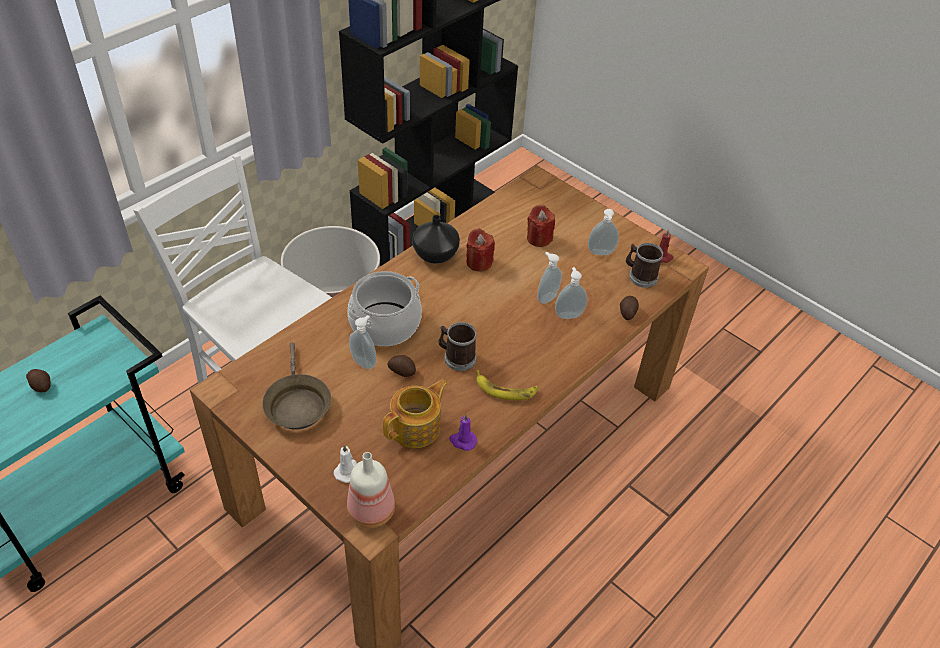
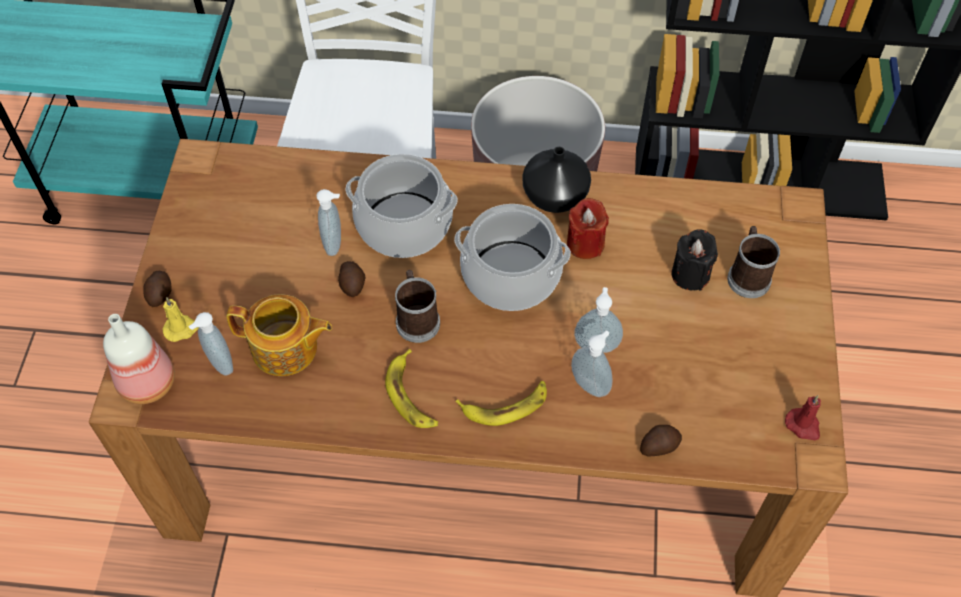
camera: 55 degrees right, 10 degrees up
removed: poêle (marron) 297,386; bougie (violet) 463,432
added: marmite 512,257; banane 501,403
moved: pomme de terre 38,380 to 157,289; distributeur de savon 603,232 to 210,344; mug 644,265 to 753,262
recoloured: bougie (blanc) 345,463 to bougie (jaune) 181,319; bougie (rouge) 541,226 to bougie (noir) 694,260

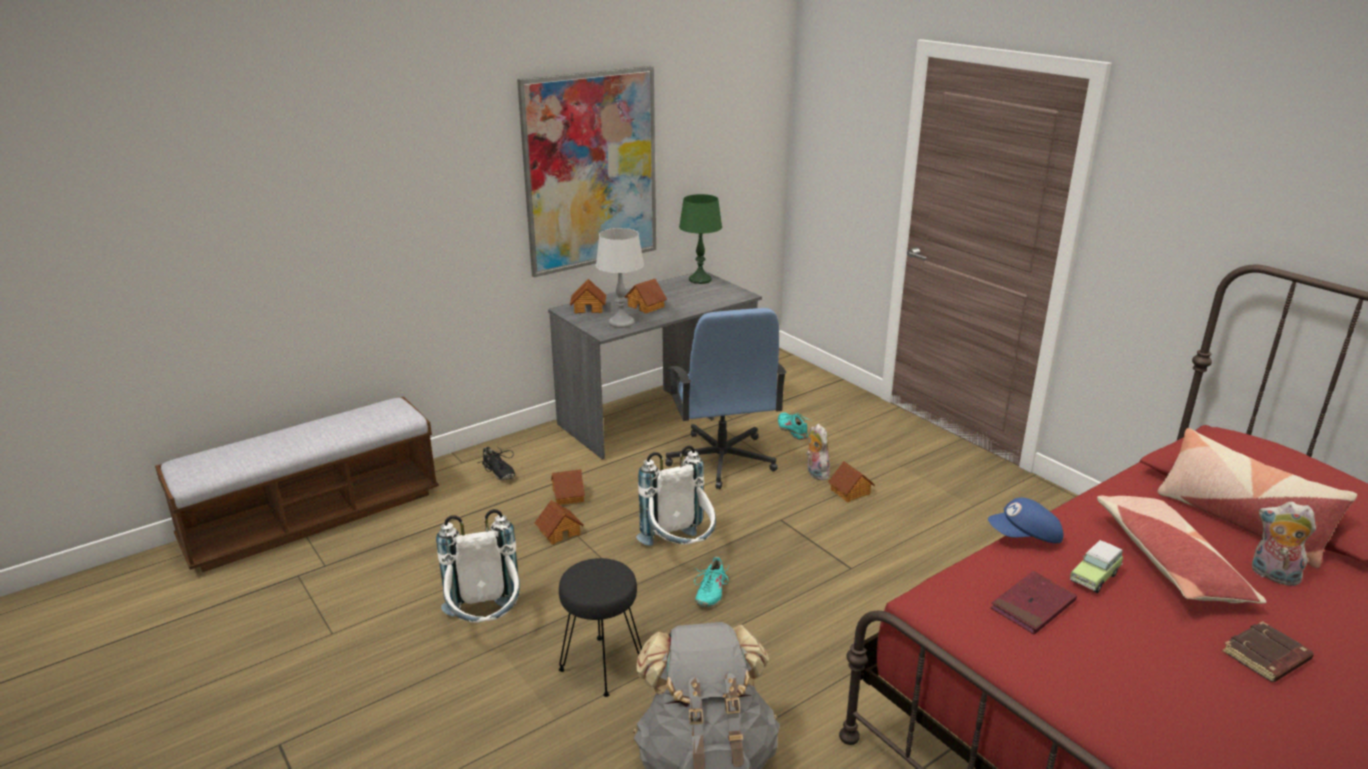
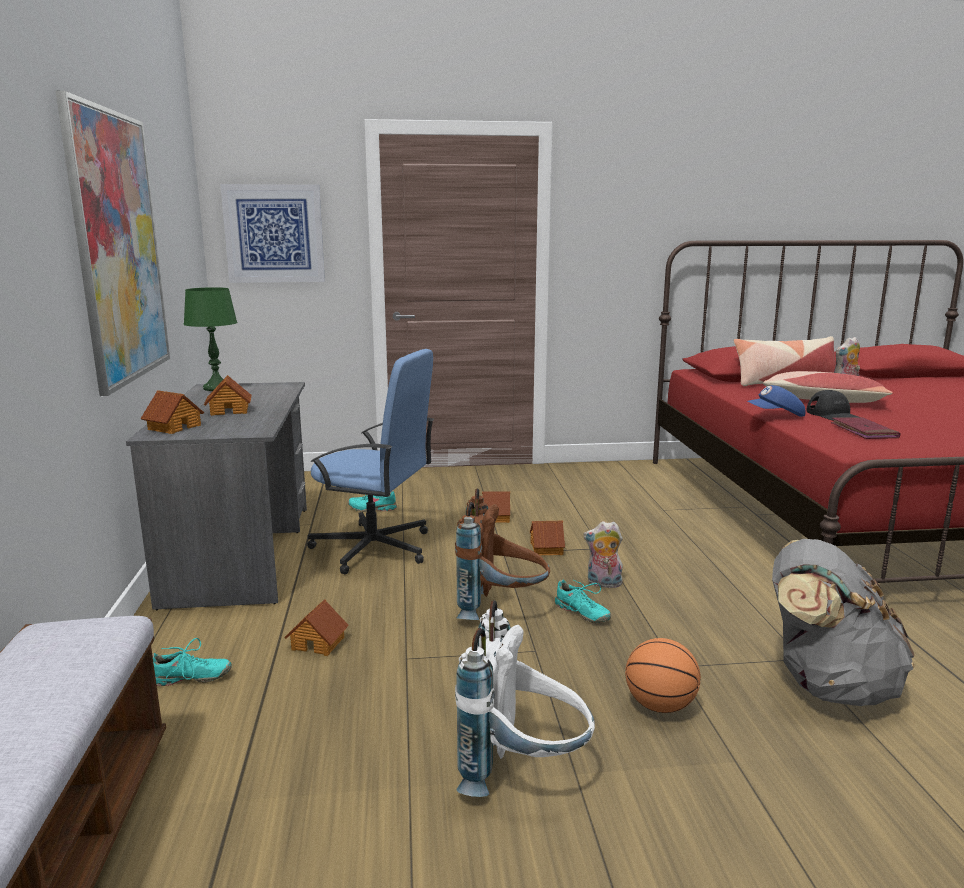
camera: 60 degrees left, 10 degrees down
removed: lampe de table (gris) 620,278; livre (marron) 1268,651
added: tableau 272,233
moved: maison miniature 559,522 to 547,538; peluche 818,452 to 603,554
replaced: tabouret (noir) 600,627 to ballon de basket 663,675; petite voiture 1096,566 to casquette (noir) 833,405
recoloured: chaussure (noir) 496,463 to chaussure (turquoise) 192,662; sac à dos (blanc) 676,495 to sac à dos (marron) 502,554
turned: casquette (bleu) 1025,520 = 776,401 60 degrees clockwise

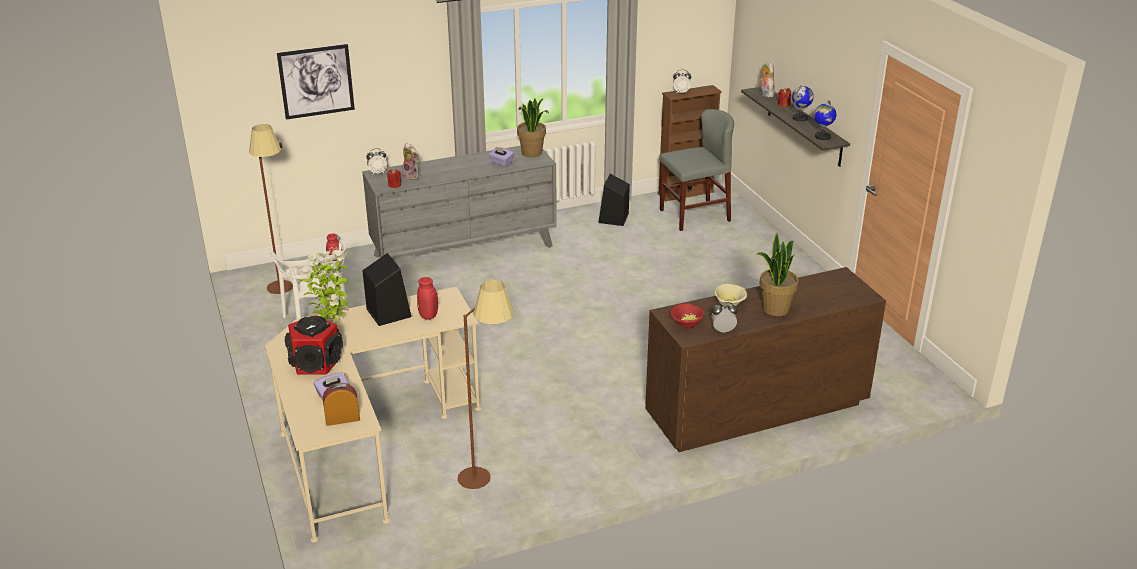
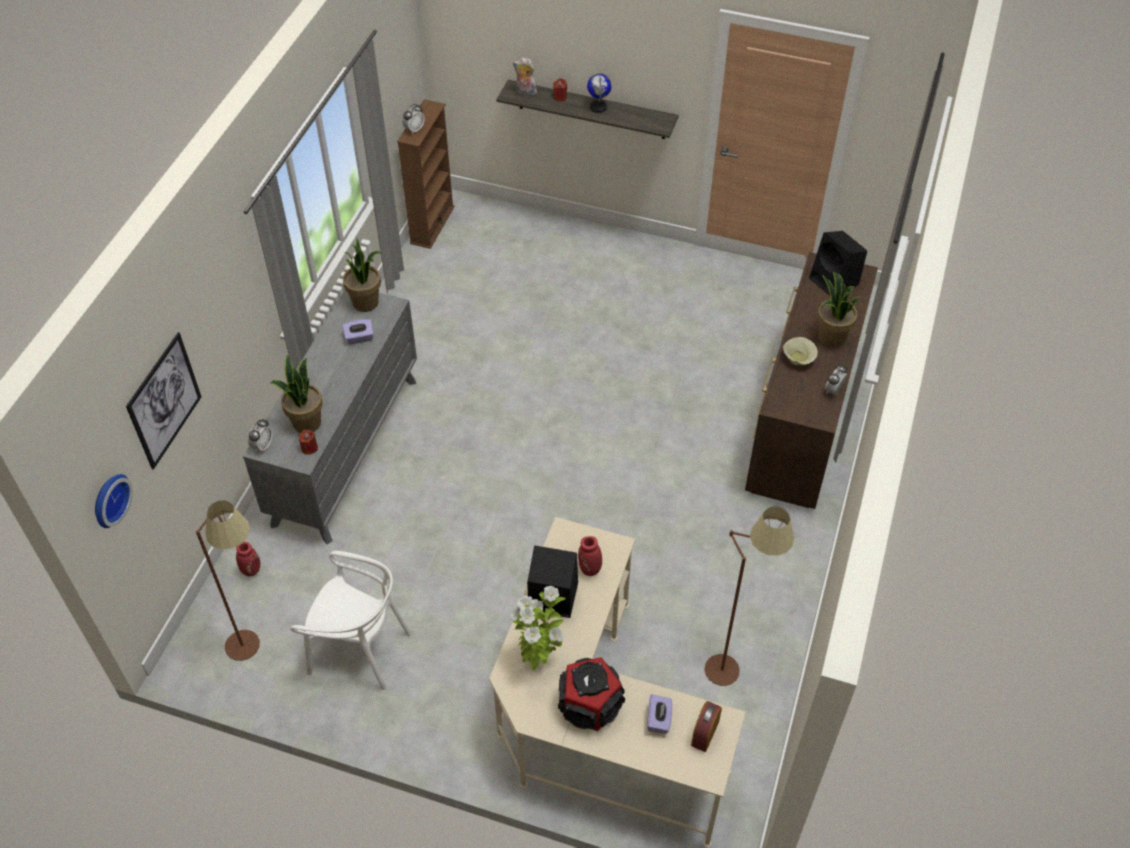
camera: 50 degrees left, 20 degrees up
removed: chaise (gris) 696,170; bol (rouge) 687,316; globe 825,120
added: horloge murale 114,501
moved: enceinte (noir) 614,200 to 838,263
replaced: peluche 410,162 to plante en pot 297,393

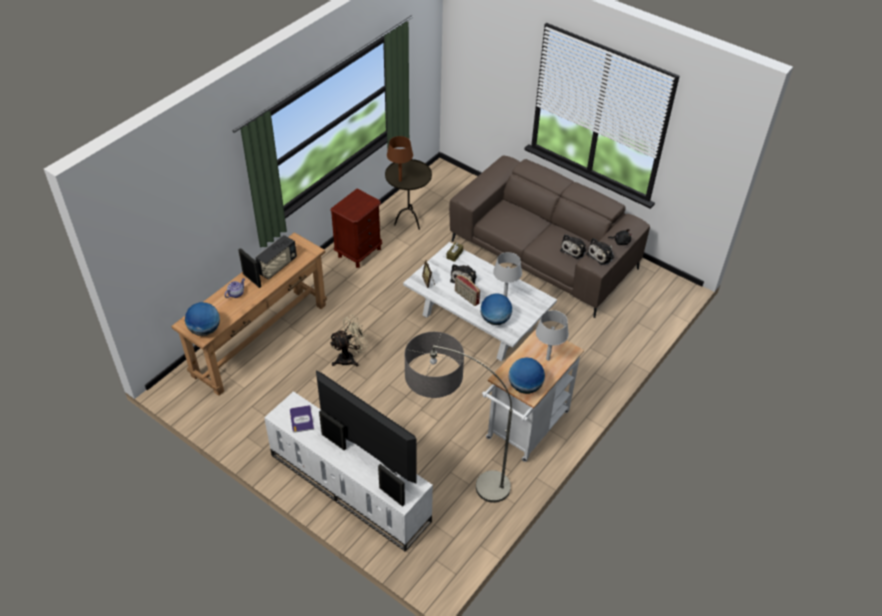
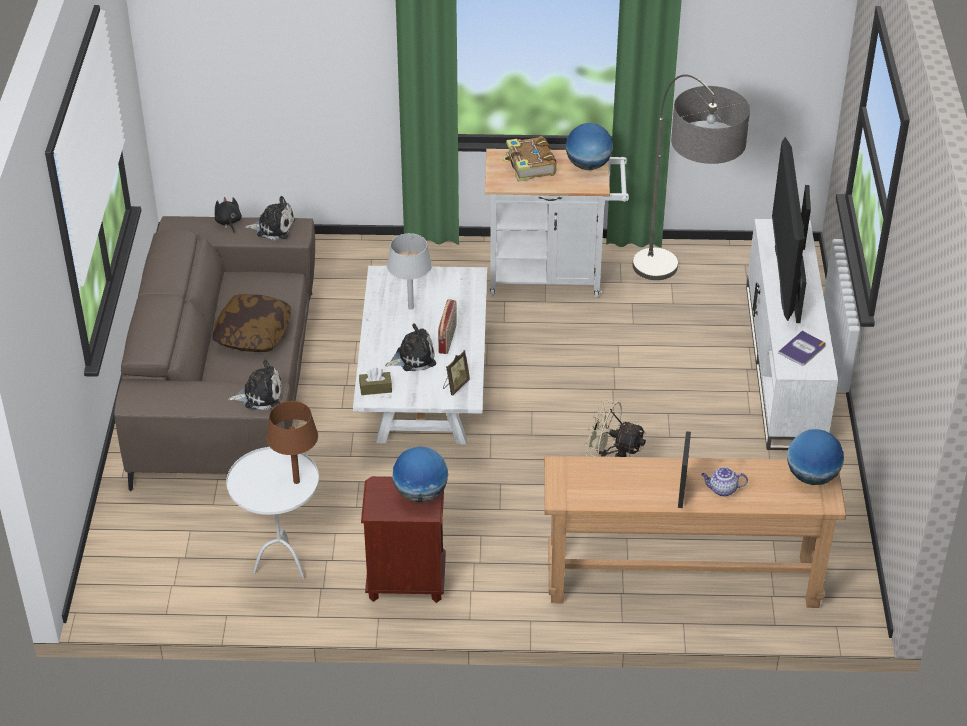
camera: 125 degrees left, 5 degrees down
removed: radio 276,257
added: coussin 251,323
moved: peluche 573,246 to 255,385; globe 496,309 to 420,474
replaced: lampe de table (gris) 552,335 to livre 530,159
recoloured: table d'appoint (marron) 408,194 to table d'appoint (blanc) 272,513

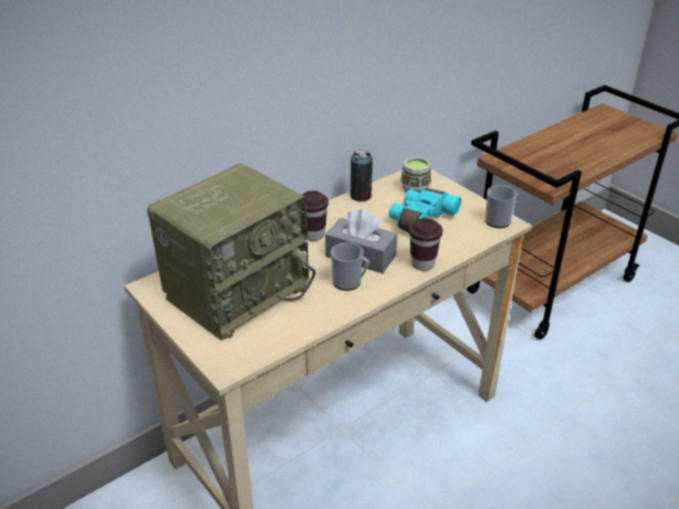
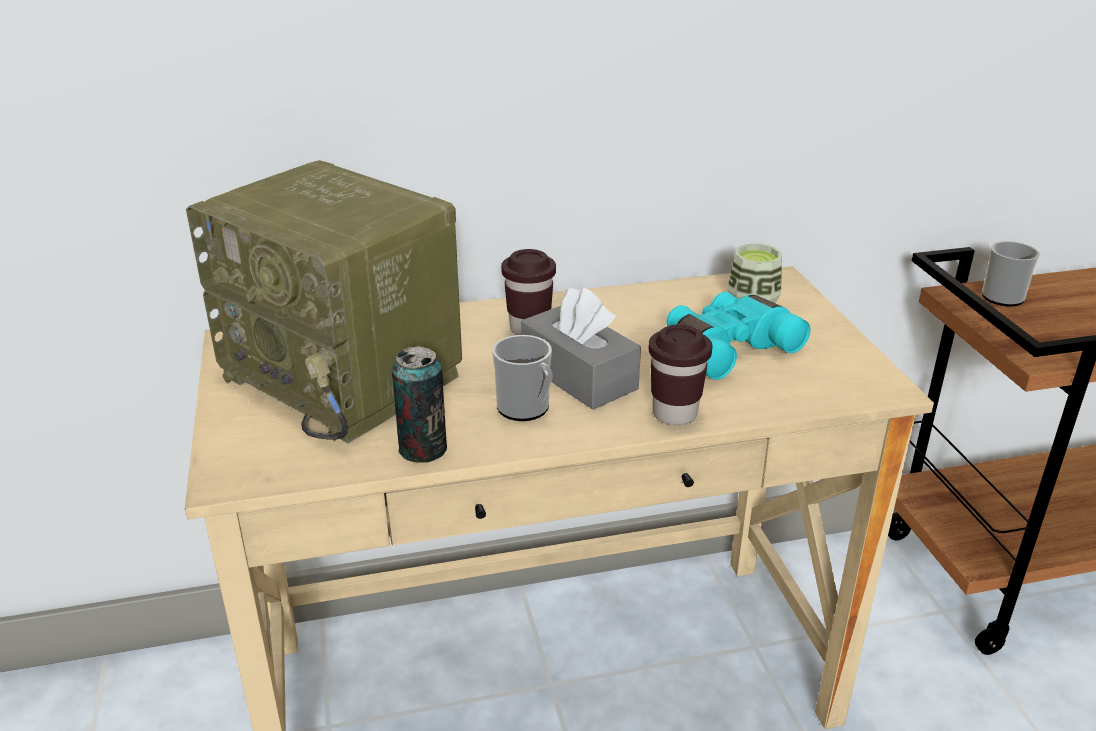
camera: 25 degrees right, 5 degrees down
moved: boîte métallique 361,176 to 419,404; mug 501,206 to 1011,274
turned: radio 231,252 = 324,302 60 degrees clockwise

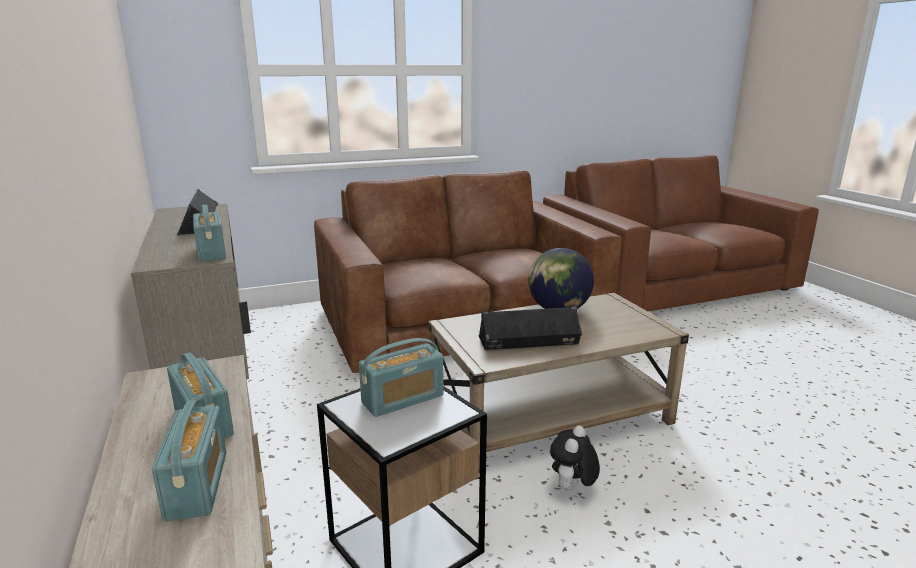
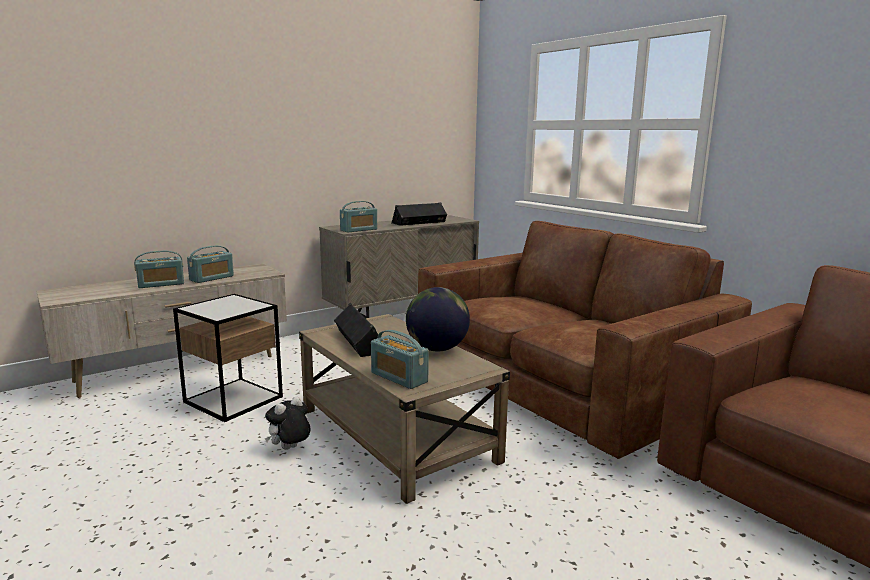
camera: 75 degrees right, 5 degrees down
moved: radio 401,377 to 400,359
turned: peluche 575,458 = 287,423 60 degrees counterclockwise

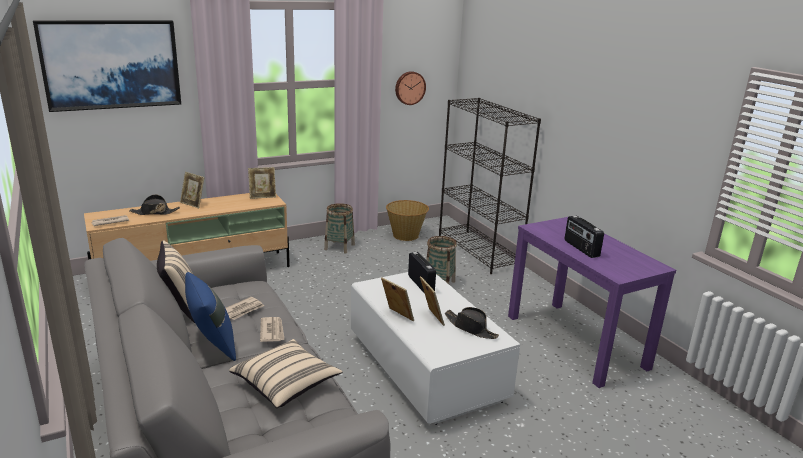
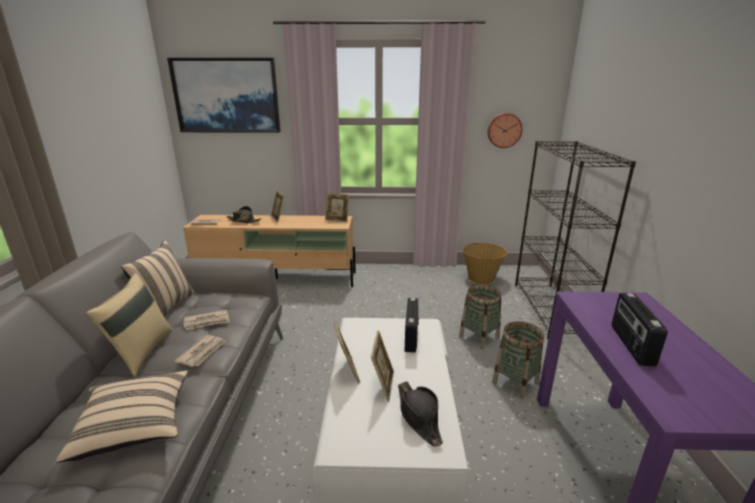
camera: 30 degrees right, 0 degrees up
moved: panier 339,228 to 518,360
recoloured: coussin (bleu) 210,316 to coussin (beige) 129,325

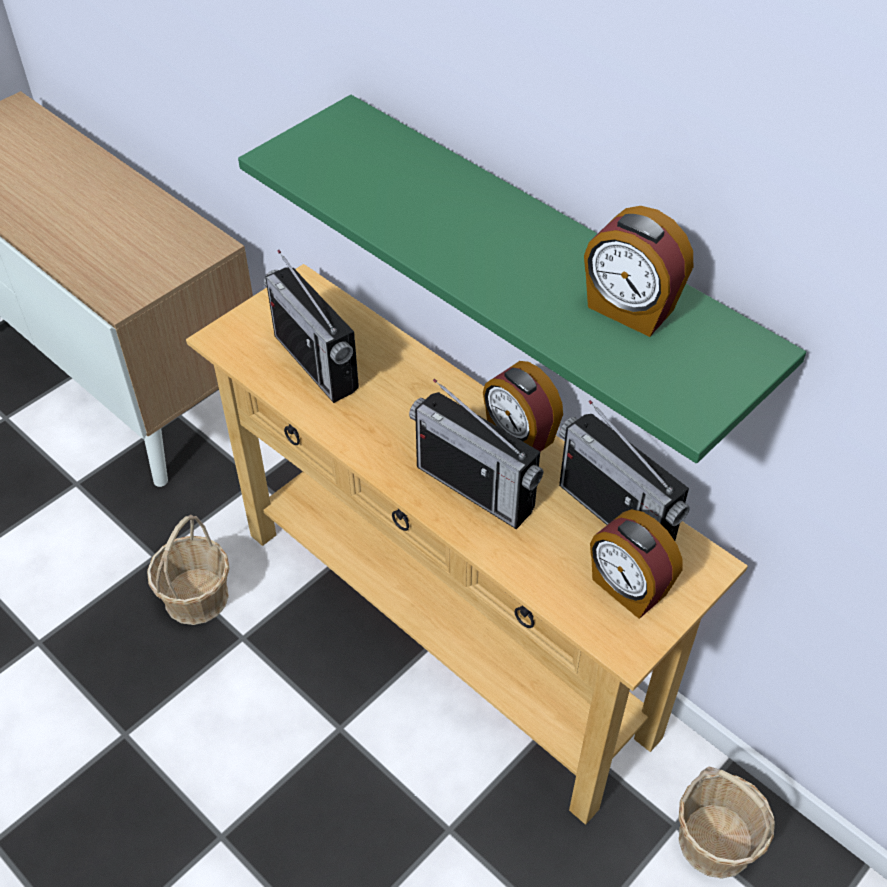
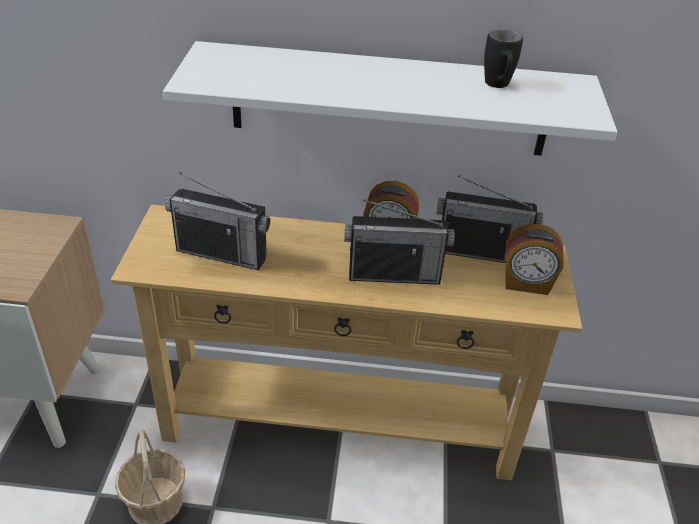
camera: 40 degrees left, 10 degrees down
removed: panier 727,822
replaced: réveil 638,271 to mug (noir) 503,58
recoloured: étagère (vert) 522,279 to étagère (blanc) 390,98

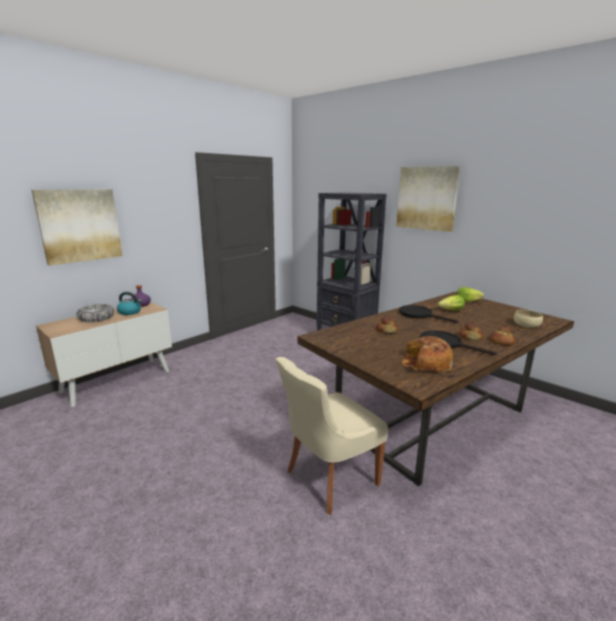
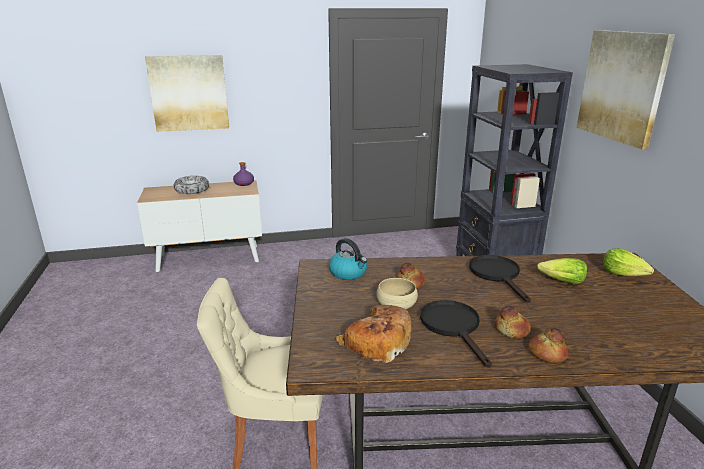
camera: 35 degrees right, 5 degrees up
moved: bouilloire 129,303 to 348,259; bol (beige) 528,319 to 397,293

